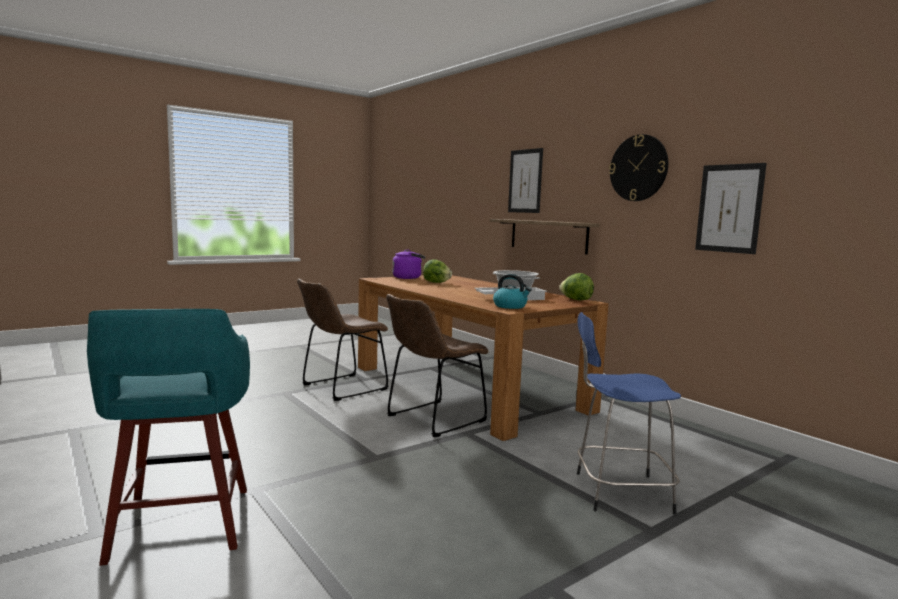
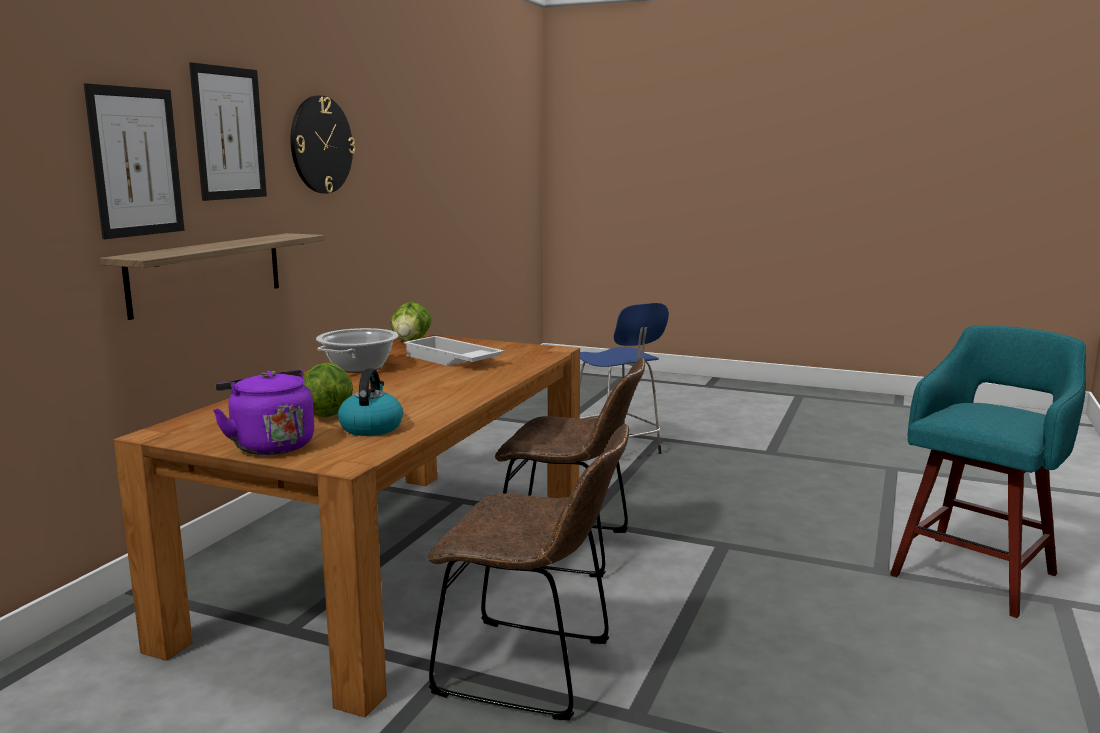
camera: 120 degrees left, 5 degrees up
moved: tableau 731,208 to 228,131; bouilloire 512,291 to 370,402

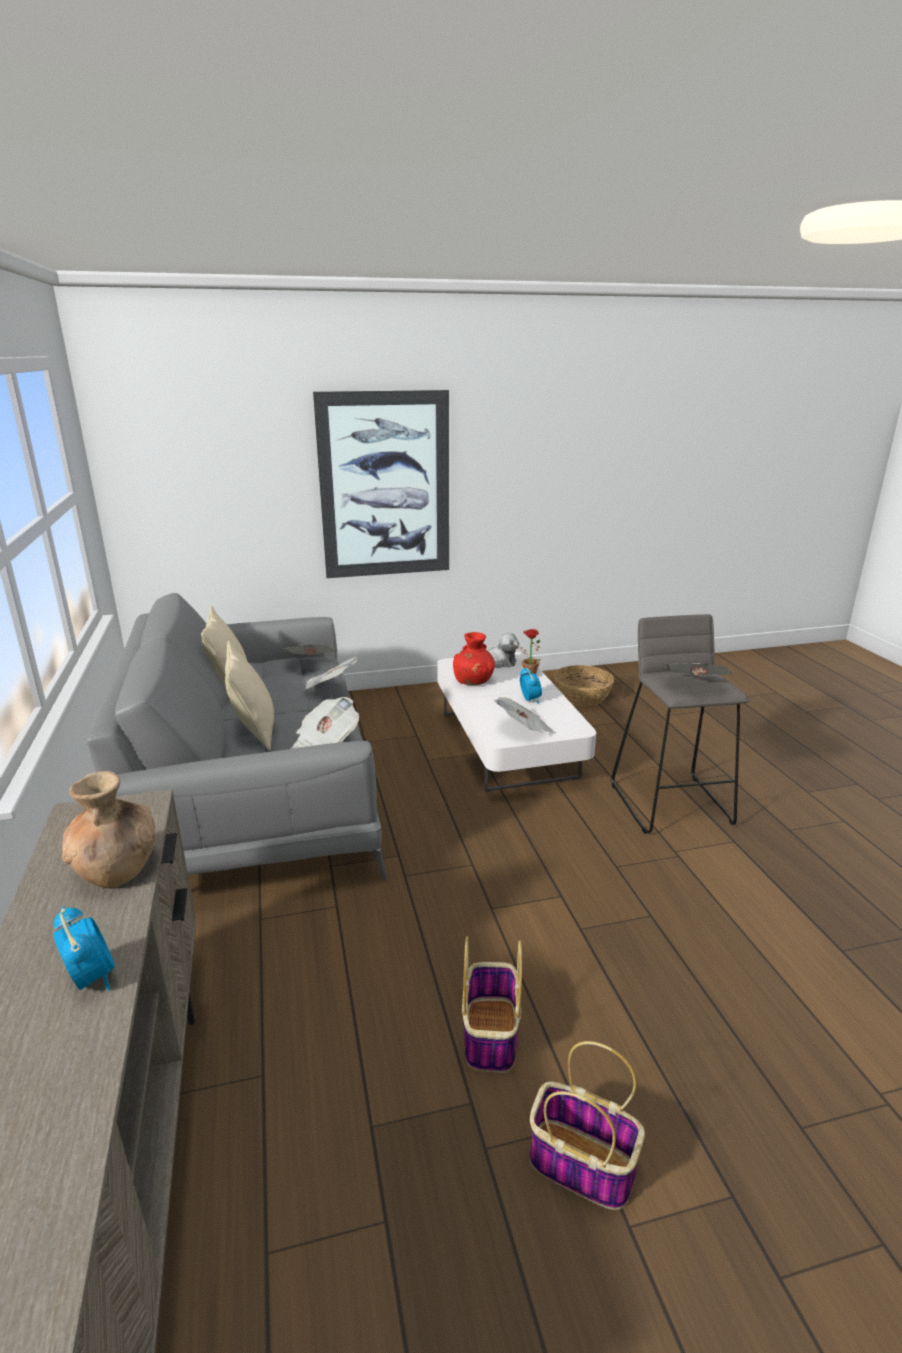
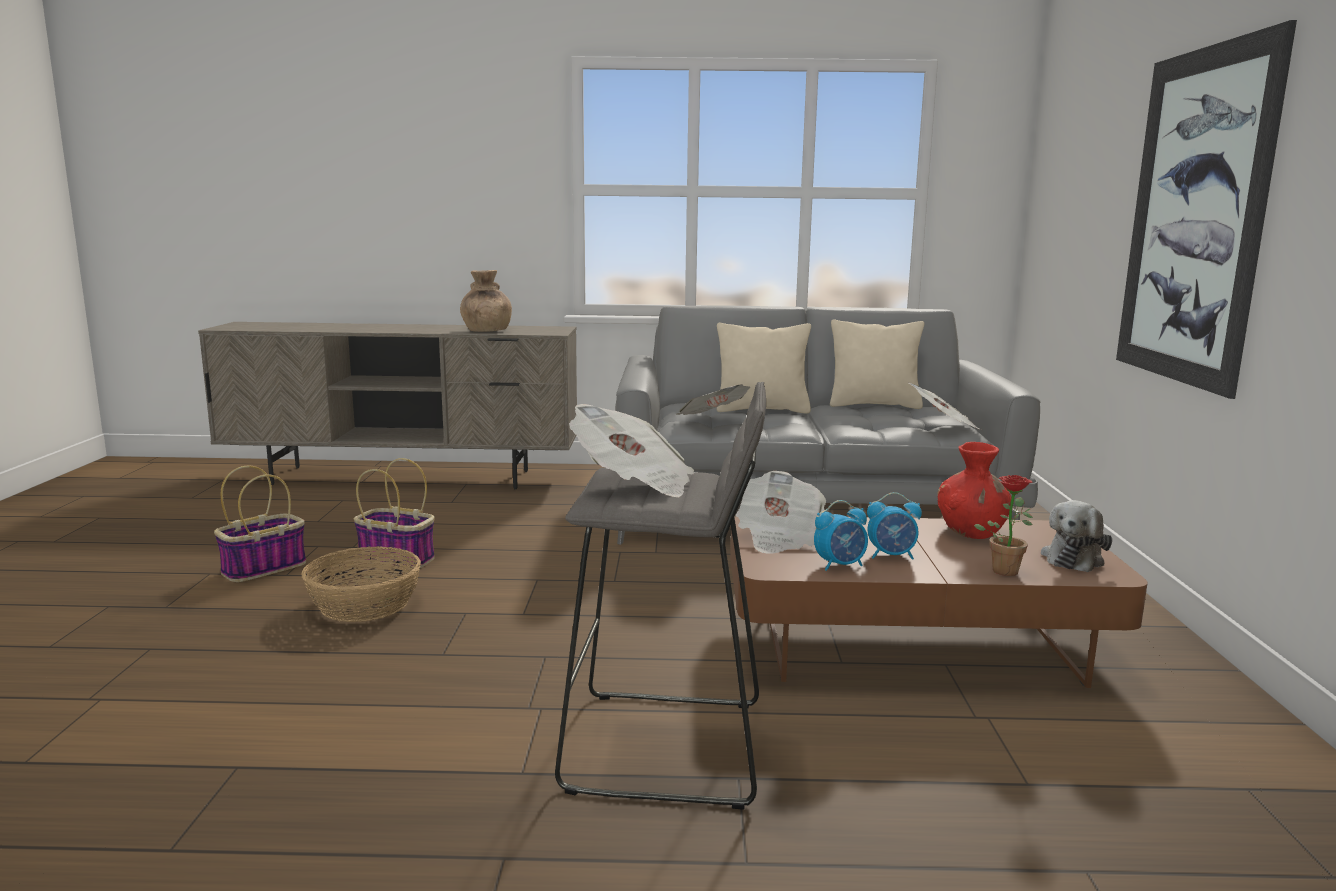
camera: 105 degrees right, 10 degrees down
removed: journal 330,674
moved: panier 584,685 to 361,584; réveil 84,949 to 841,535
recoloured: table basse (blanc) 516,722 to table basse (marron) 939,602

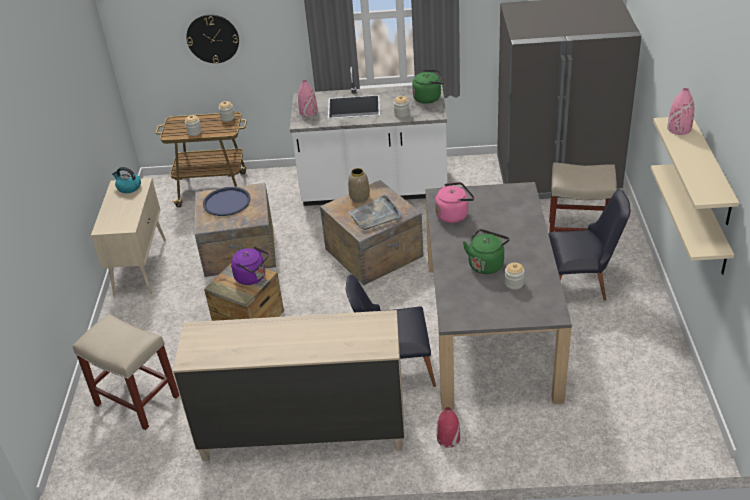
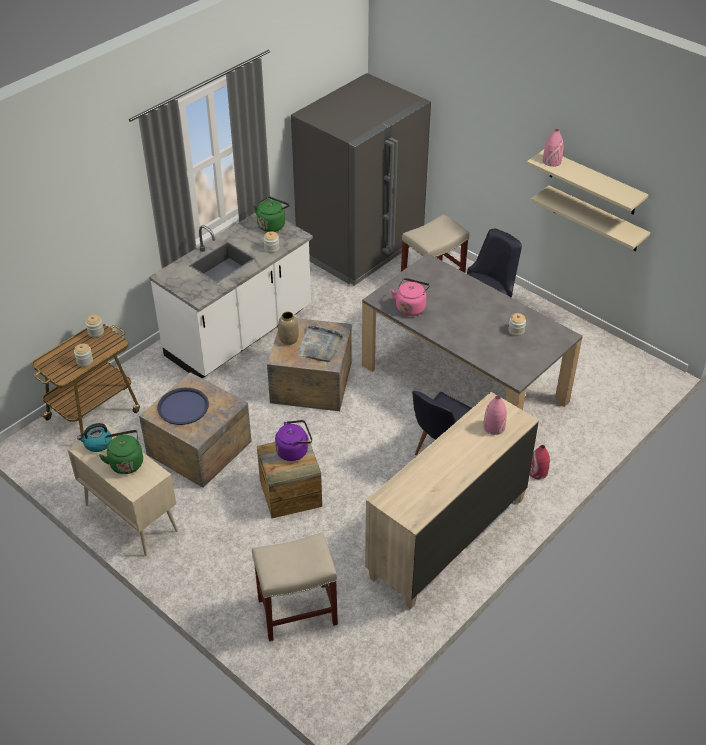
camera: 50 degrees left, 5 degrees up
removed: horloge murale 212,39
moved: bouilloire (vert) 486,251 to 121,452; vase (rose) 308,98 to 495,415

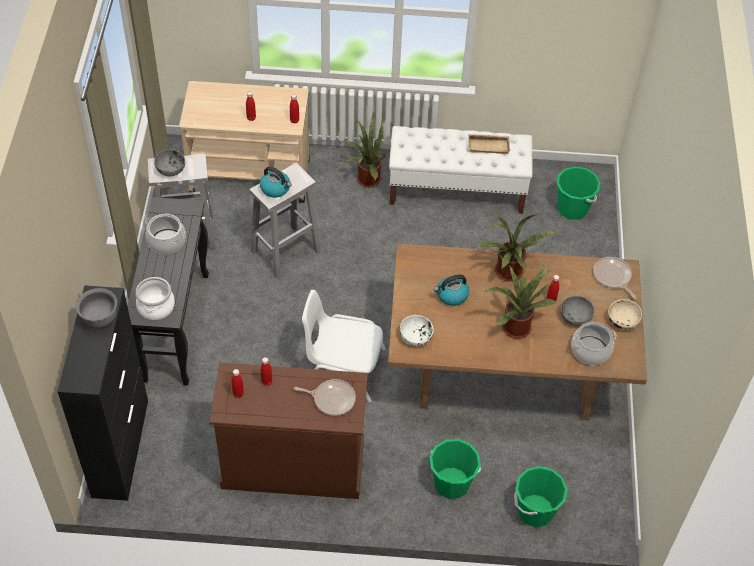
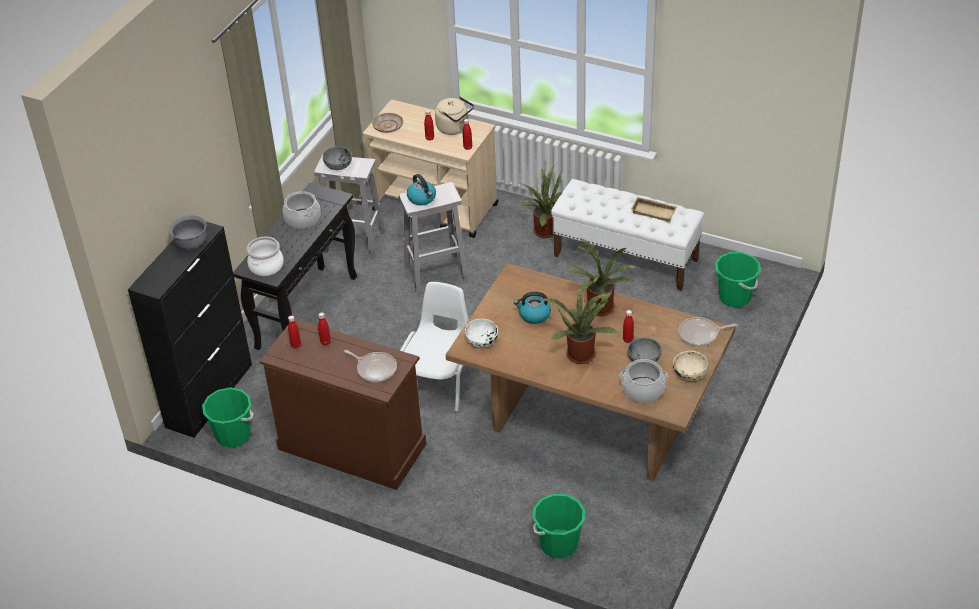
camera: 25 degrees right, 10 degrees down
added: assiette (beige) 387,123; bouilloire (beige) 454,116
moved: seau (vert) 455,469 to 228,417
turned: chaise (blanc) 343,346 = 434,347 75 degrees clockwise; poêle 615,278 = 708,331 90 degrees counterclockwise

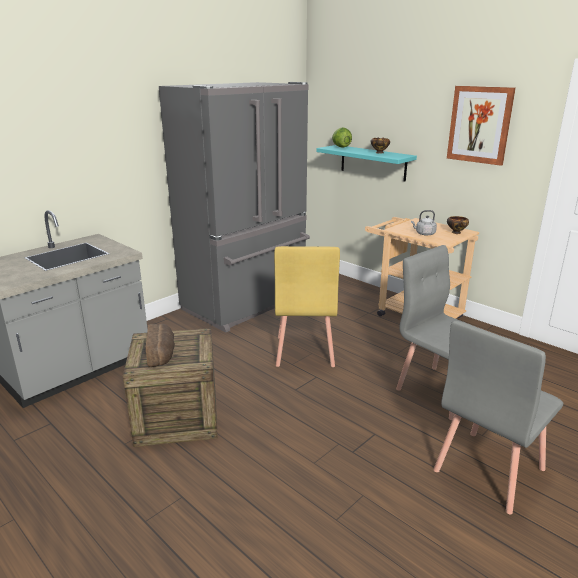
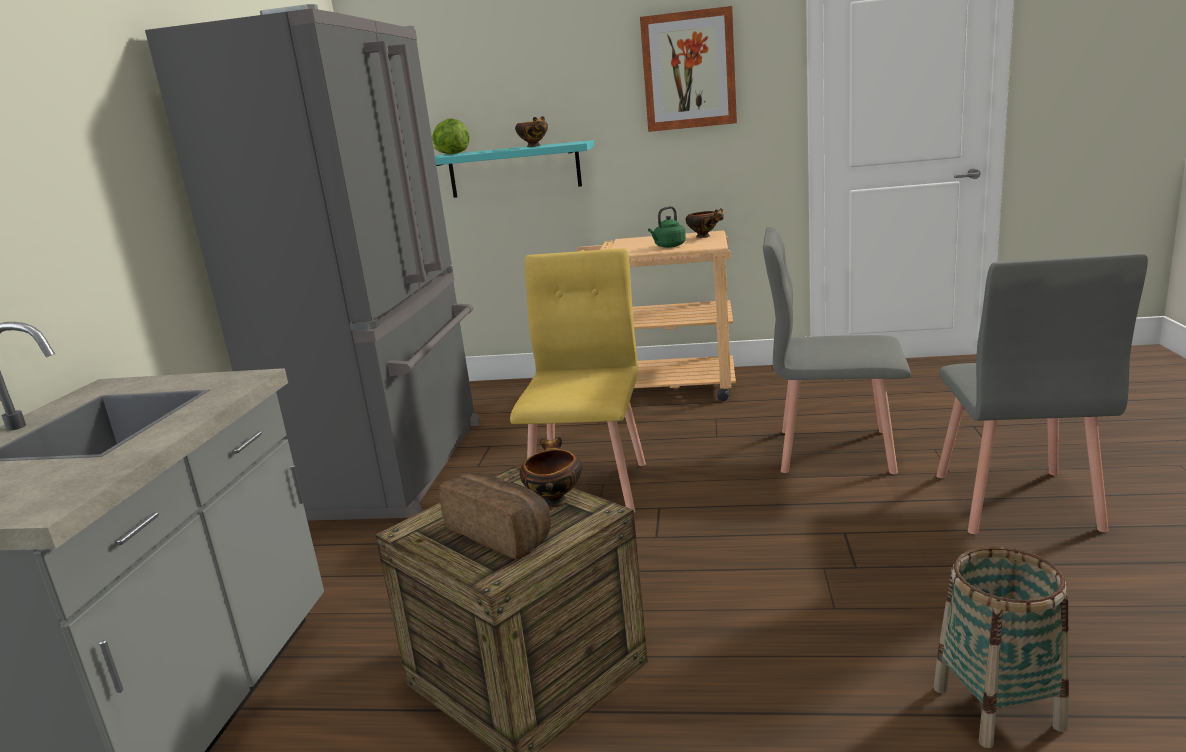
camera: 35 degrees left, 5 degrees down
added: bol 551,472; panier 1001,647
recoloured: bouilloire (gris) 424,222 to bouilloire (vert) 667,227
turned: chaise (jaune) 307,306 = 578,380 135 degrees counterclockwise

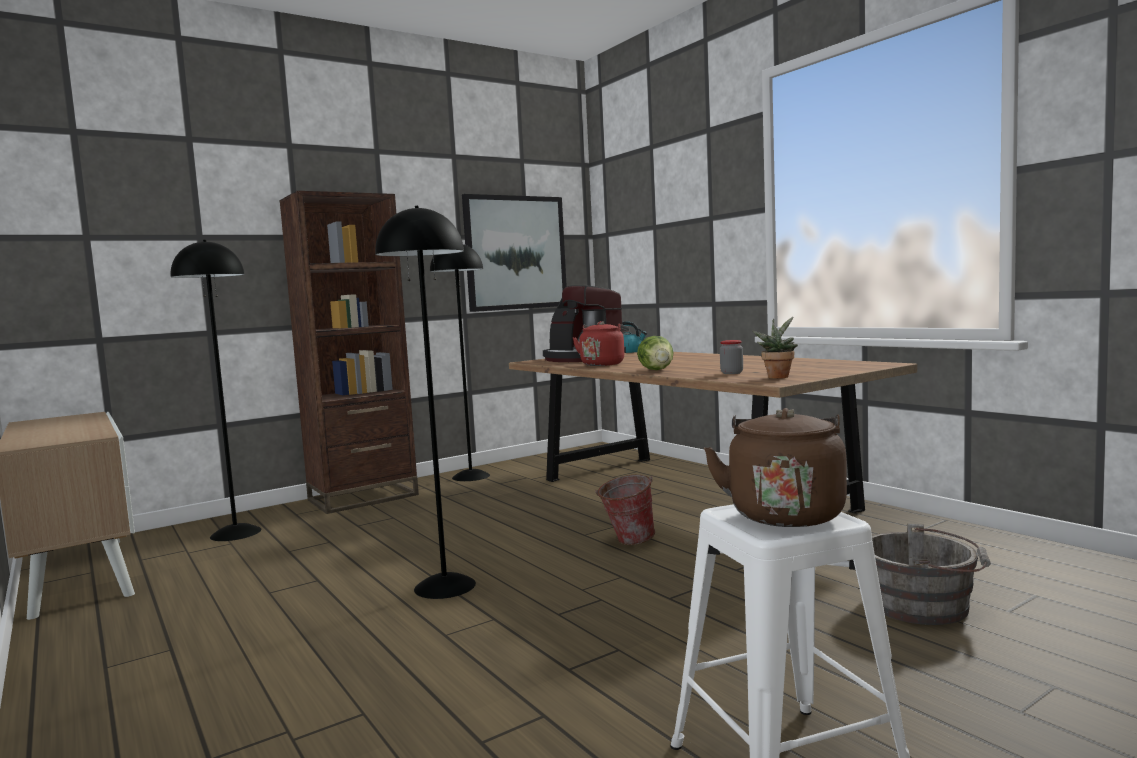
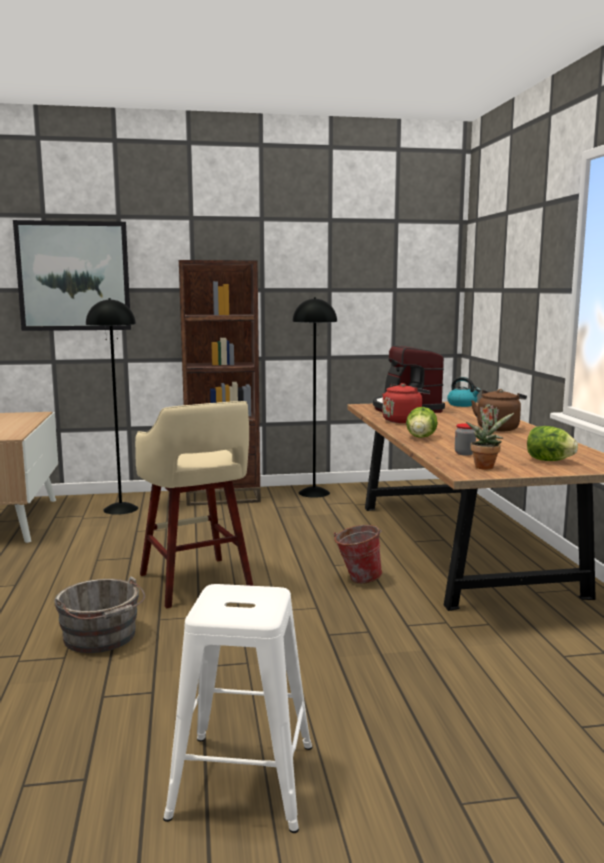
camera: 25 degrees right, 5 degrees up
added: laitue 552,443
moved: tableau 514,253 to 72,275; seau (gris) 931,574 to 100,614; bouilloire (marron) 775,467 to 499,410
replaced: lampadaire (noir) 425,402 to tabouret (beige) 194,504

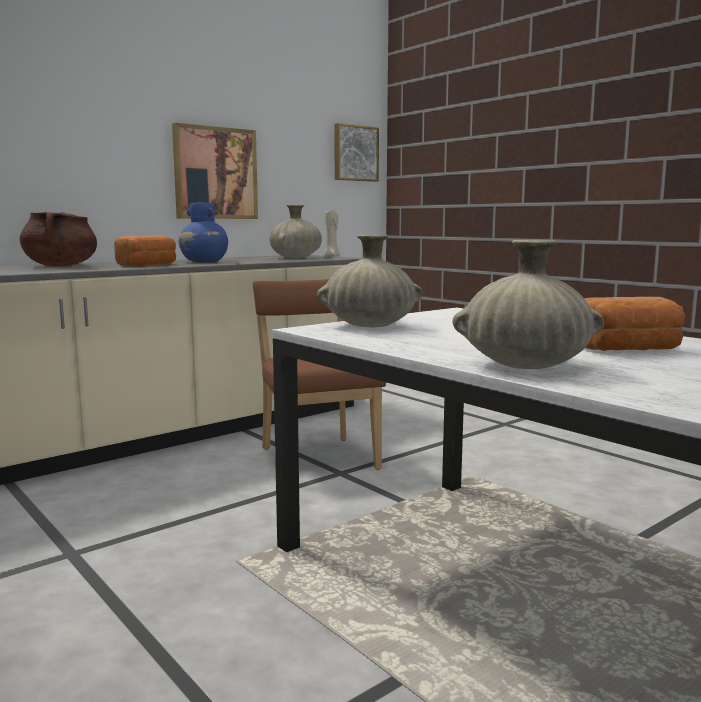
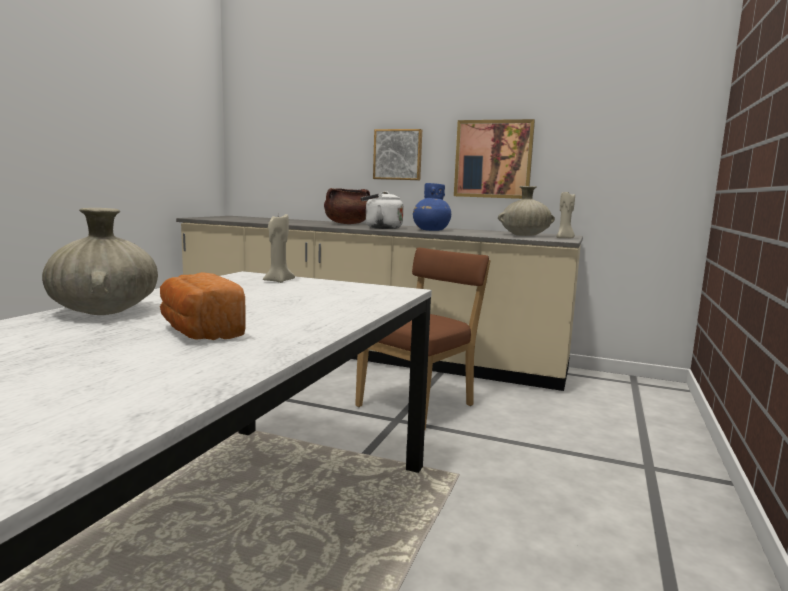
camera: 60 degrees right, 0 degrees up
moved: tableau 356,152 to 397,154
replaced: vase (beige) 370,281 to bougie (beige) 279,248; pain 145,251 to bouilloire (blanc) 382,210

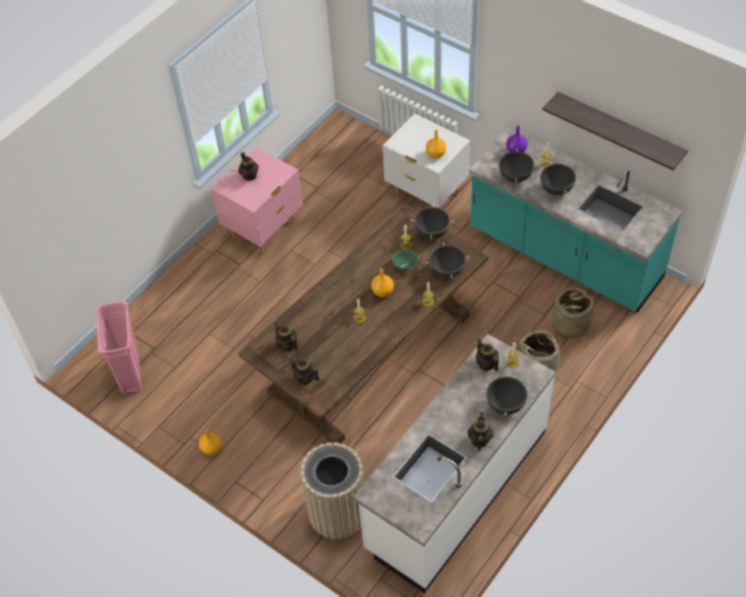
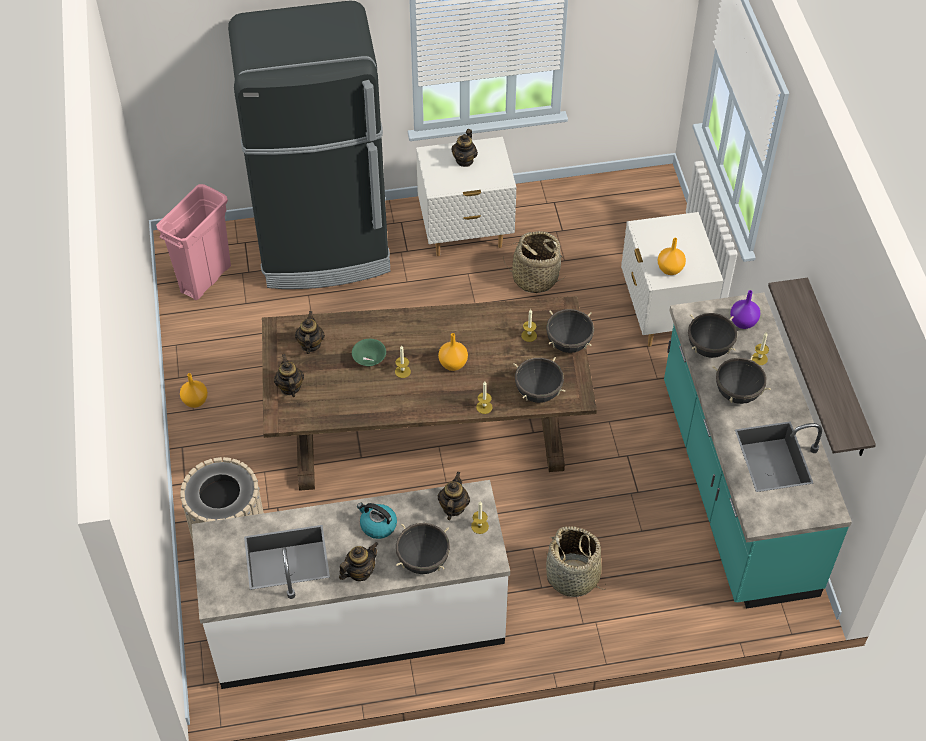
camera: 40 degrees right, 0 degrees up
added: réfrigérateur (noir) 309,145; bouilloire 377,521
moved: bol (vert) 405,259 to 369,352; panier 570,313 to 533,262
recoloured: table de chevet (rose) 257,200 to table de chevet (blanc) 466,196

